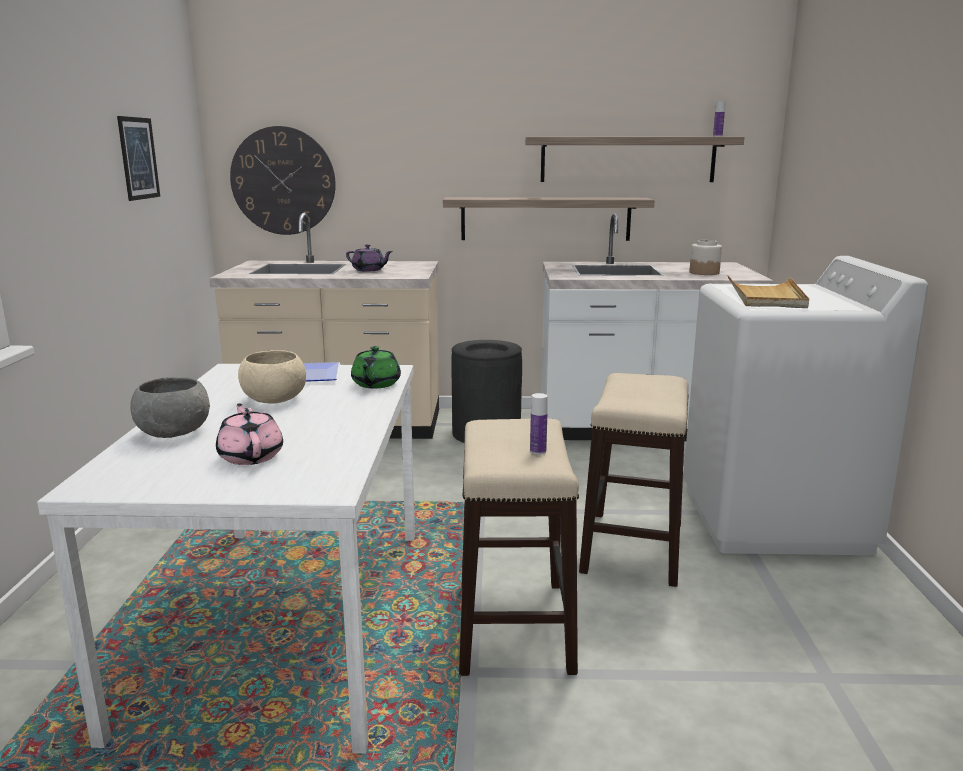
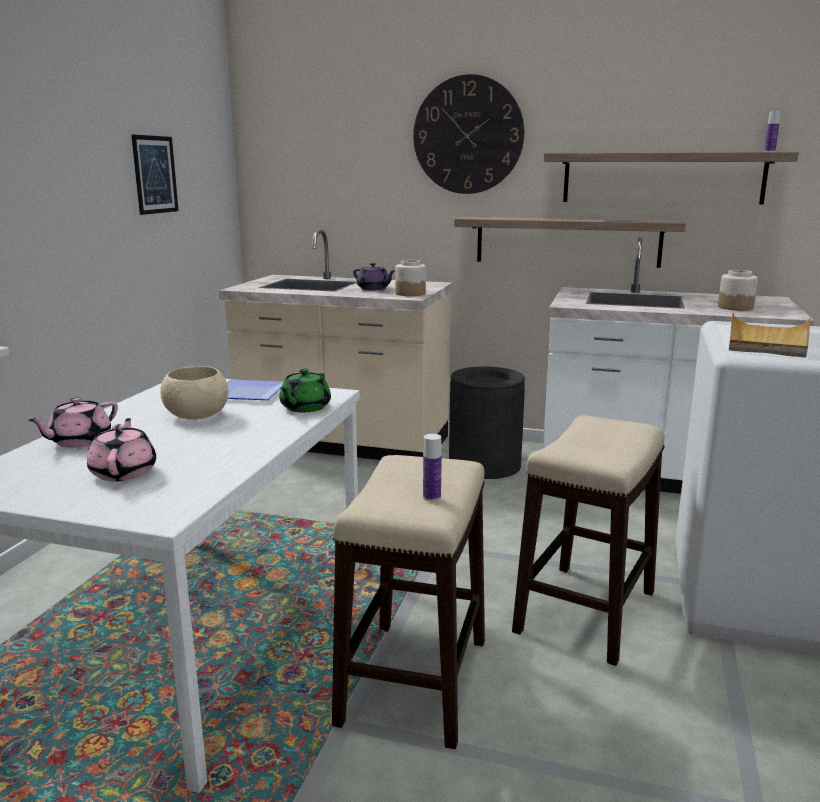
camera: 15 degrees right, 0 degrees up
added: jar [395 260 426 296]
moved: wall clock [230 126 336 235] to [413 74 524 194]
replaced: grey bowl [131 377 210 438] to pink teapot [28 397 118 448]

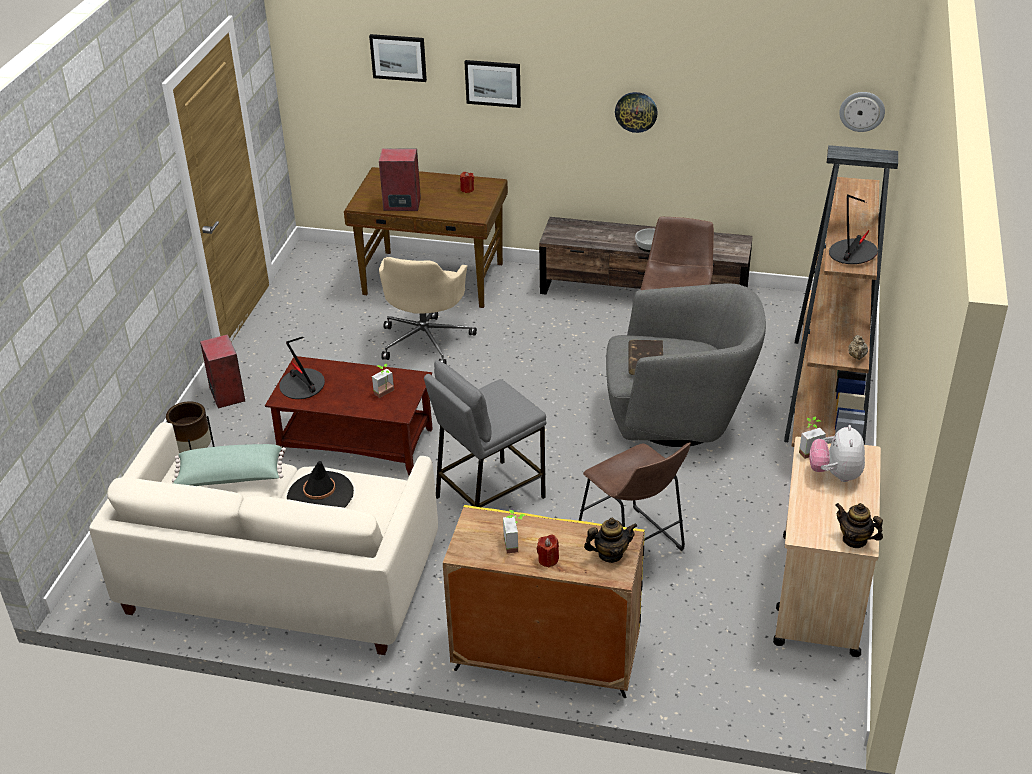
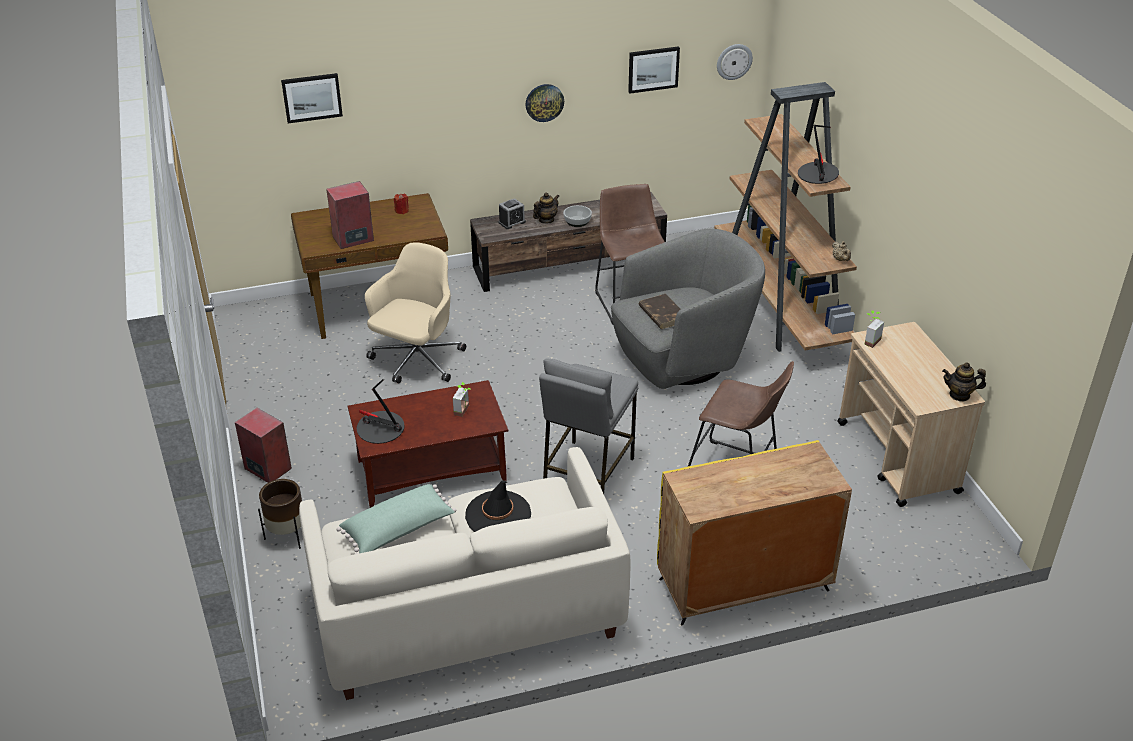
camera: 30 degrees left, 0 degrees up
removed: potted plant [503 510 525 553]; red candle [537 535 559 568]; plush toy [809 425 865 482]
added: alarm clock [498 198 526 229]
moved: picture [465 60 521 108] to [628 46 680 94]; teapot [584 518 637 563] to [533 192 559 224]
turned: beige office chair [379 257 477 364] = [365 243 466 384] 135 degrees counterclockwise

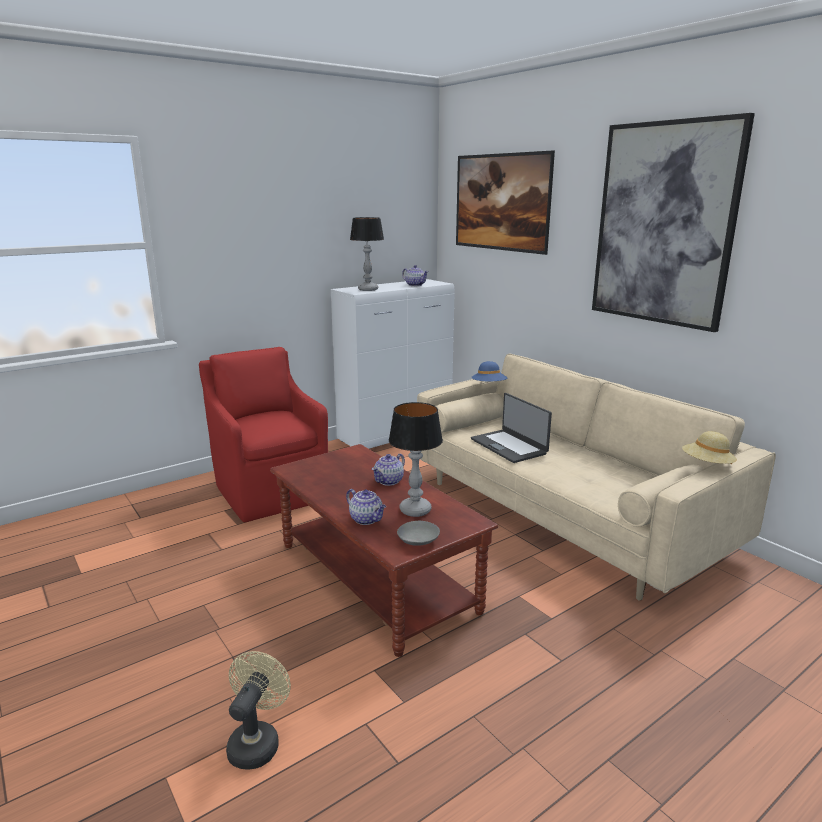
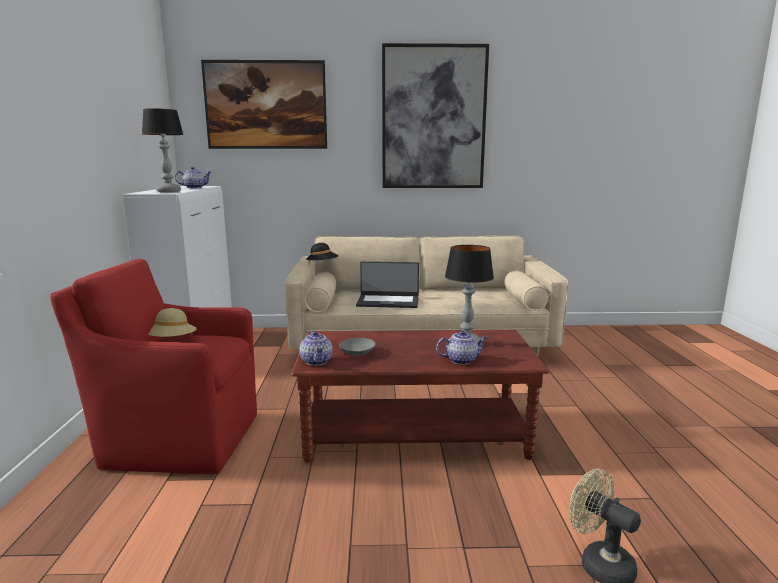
camera: 55 degrees left, 5 degrees down
moved: teapot [372 454 405 486] to [300 331 333 366]; grey bowl [397 521 440 546] to [339 338 376 356]; beige hat [682 431 737 464] to [148 308 197 337]
recoloured: blue hat [472 361 507 381] to black hat [306 243 339 264]

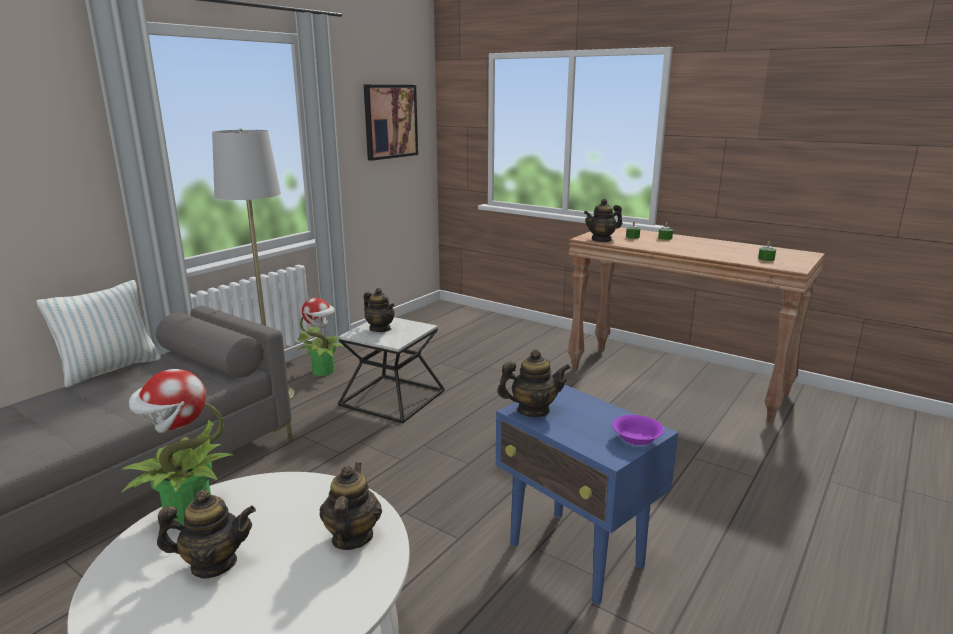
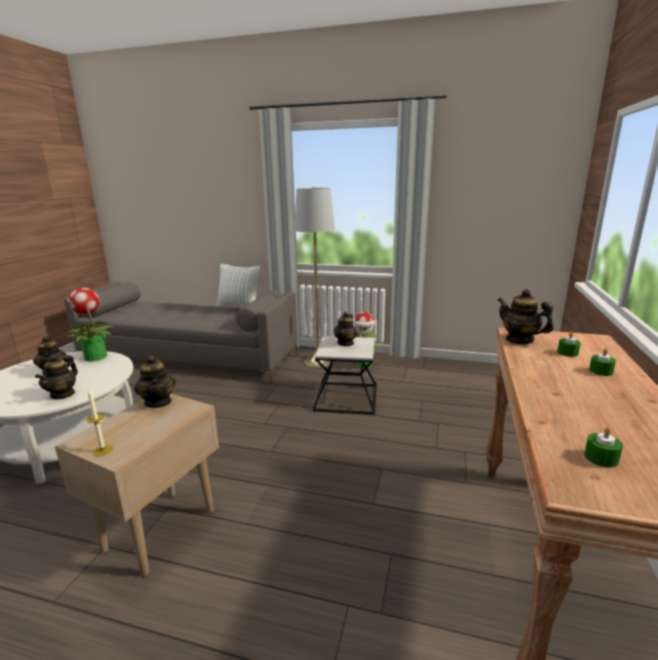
camera: 70 degrees right, 0 degrees up
removed: picture [364 85 418 161]
replaced: purple bowl [612 415 664 445] to candle [87 389 113 456]
recoloured: blue side table [496 384 678 604] to beige side table [55 394 219 576]
turned: teapot [320 462 382 550] = [35 355 78 399] 120 degrees clockwise

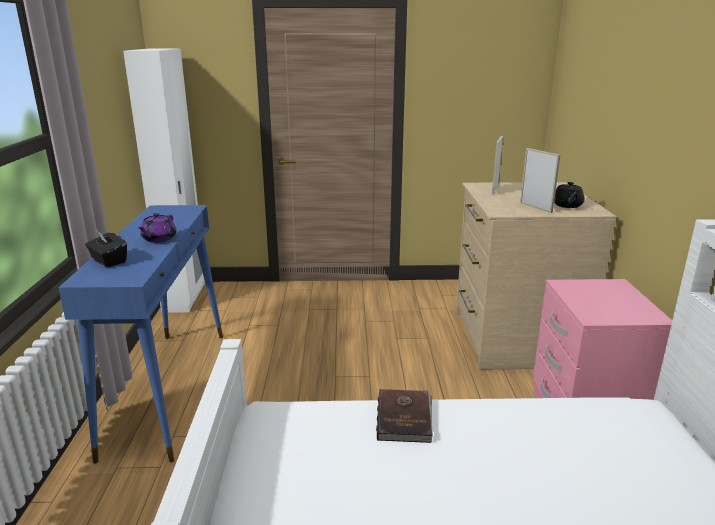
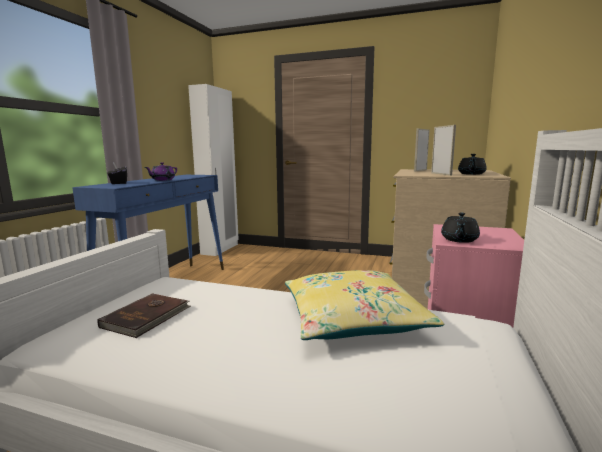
camera: 20 degrees right, 10 degrees down
added: yellow pillow [285 270 444 340]; black teapot [441 213 480 243]
moved: brown book [376 389 433 443] to [98 293 191 338]

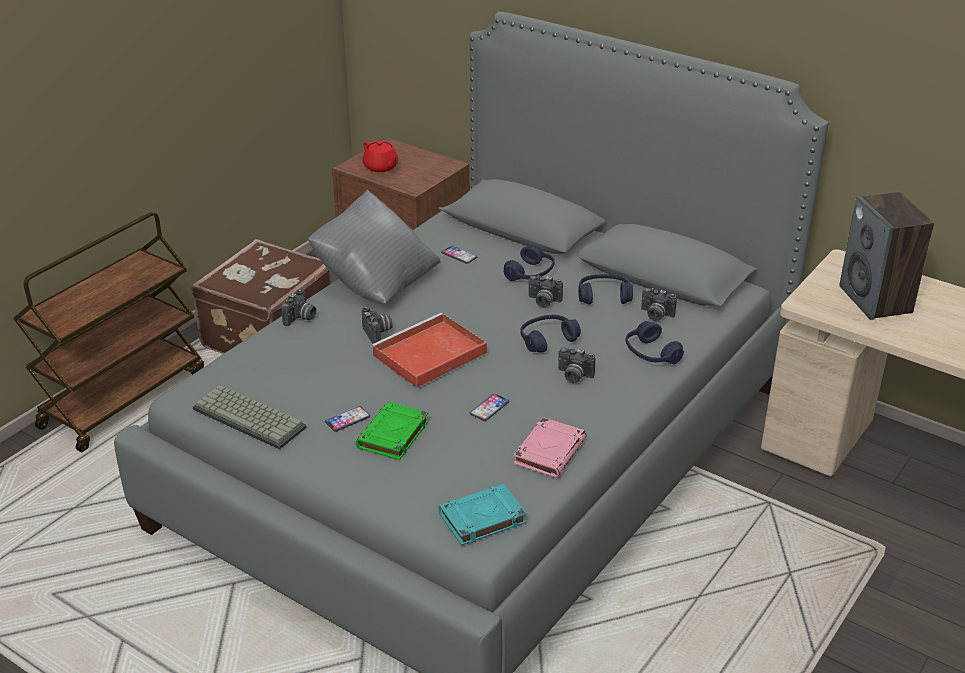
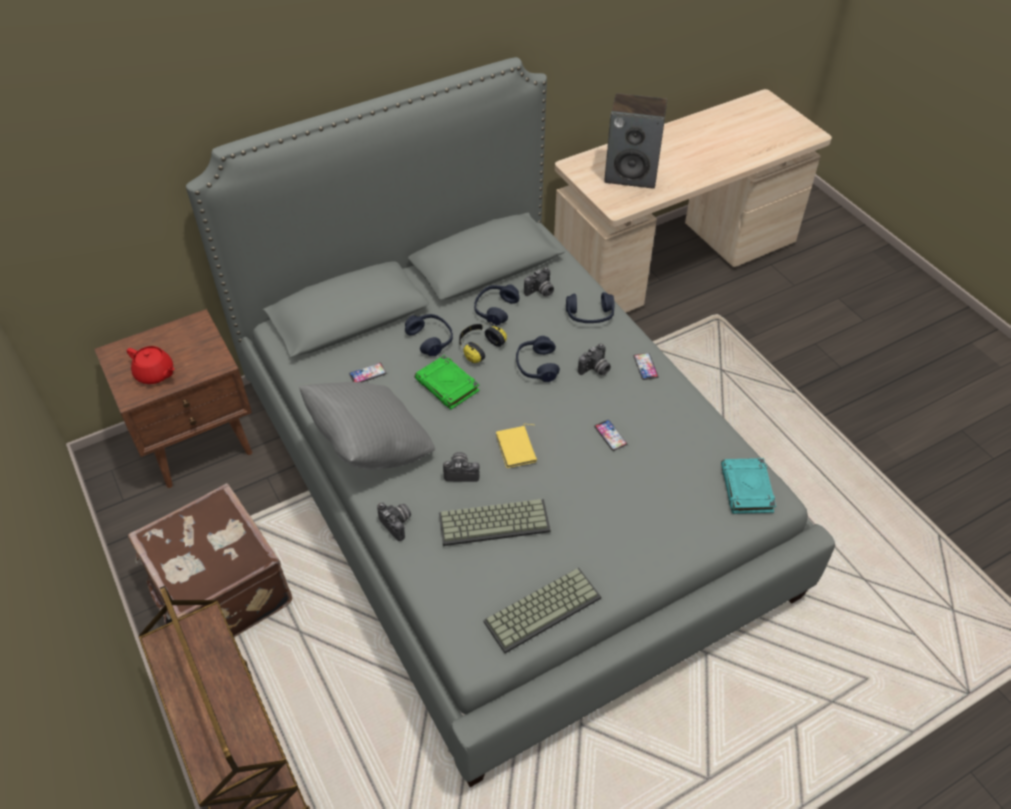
camera: 65 degrees left, 15 degrees up
removed: pink book [514 417 586 478]
added: keyboard [439 499 551 546]
moved: phone [325 406 370 432] to [633 353 659 380]; green book [356 402 429 460] to [415 355 480 410]
replaced: red tray [371 313 487 388] to yellow book [496 424 537 468]; photo camera [529 275 563 307] to headphones [459 323 507 363]
turned: red teapot [363 141 398 172] = [127 346 175 384] 45 degrees clockwise

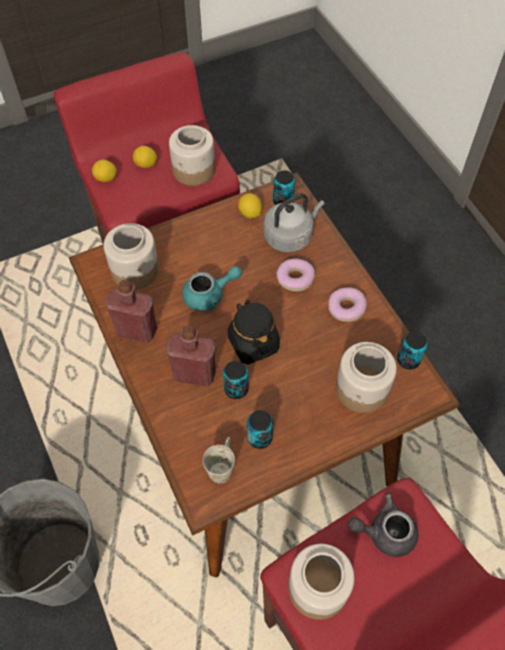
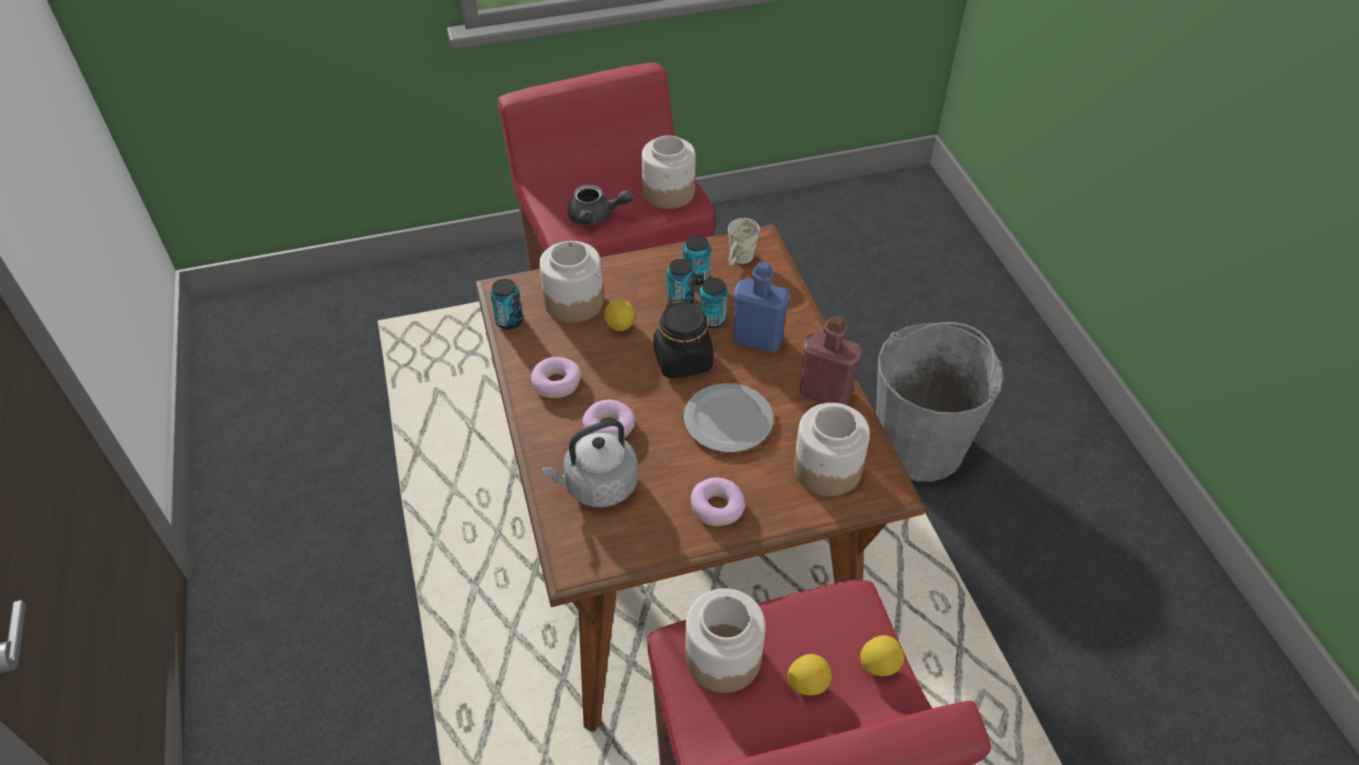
camera: 170 degrees left, 10 degrees down
added: donut [691 478 745 526]
moved: lemon [238 193 262 219] to [604 300 635 331]; can [273 170 295 205] to [667 259 695 304]
replaced: turquoise teapot [182 266 242 311] to plate [684 383 773 453]
recoloured: red bottle [166 326 216 387] to blue bottle [733 262 790 353]

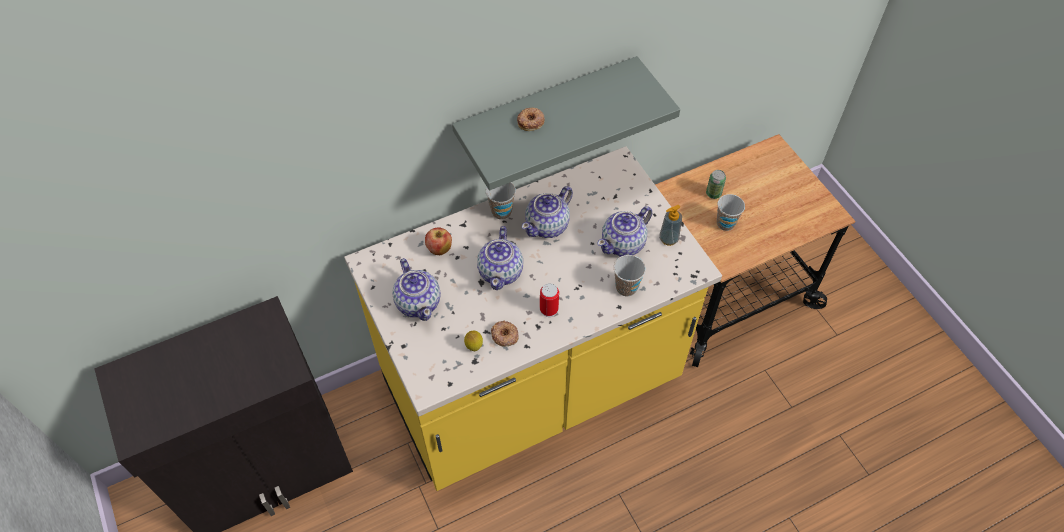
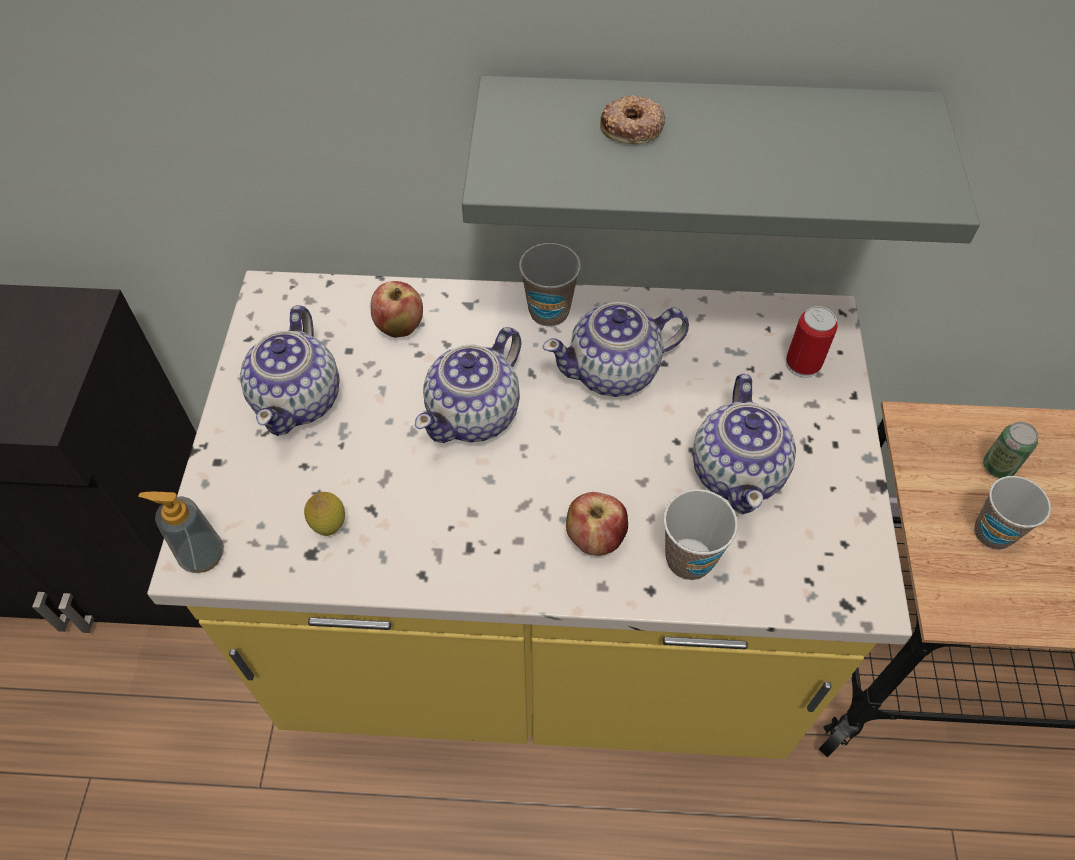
camera: 30 degrees right, 0 degrees up
removed: donut [491 321 519 347]
added: apple [566 492 628 556]
moved: can [540 283 559 317] to [786 306 838 378]; soap dispenser [659 205 682 246] to [138 492 224 573]
turned: teapot [597 206 652 257] = [692 374 796 514] 75 degrees counterclockwise

